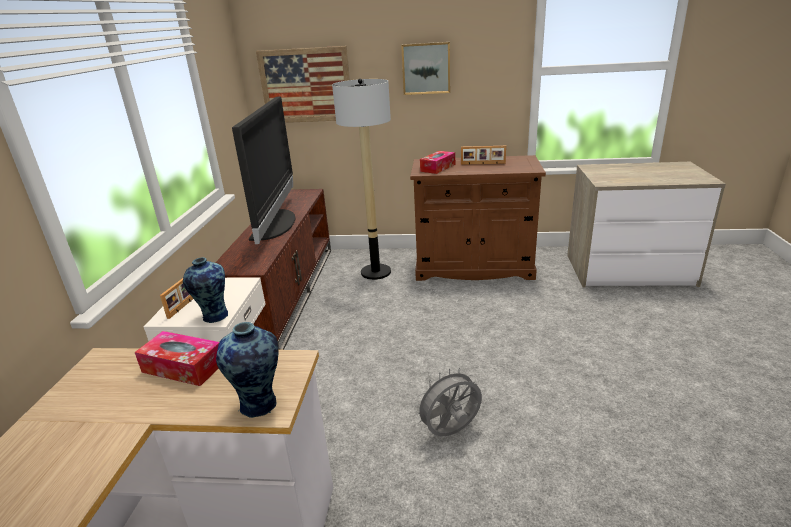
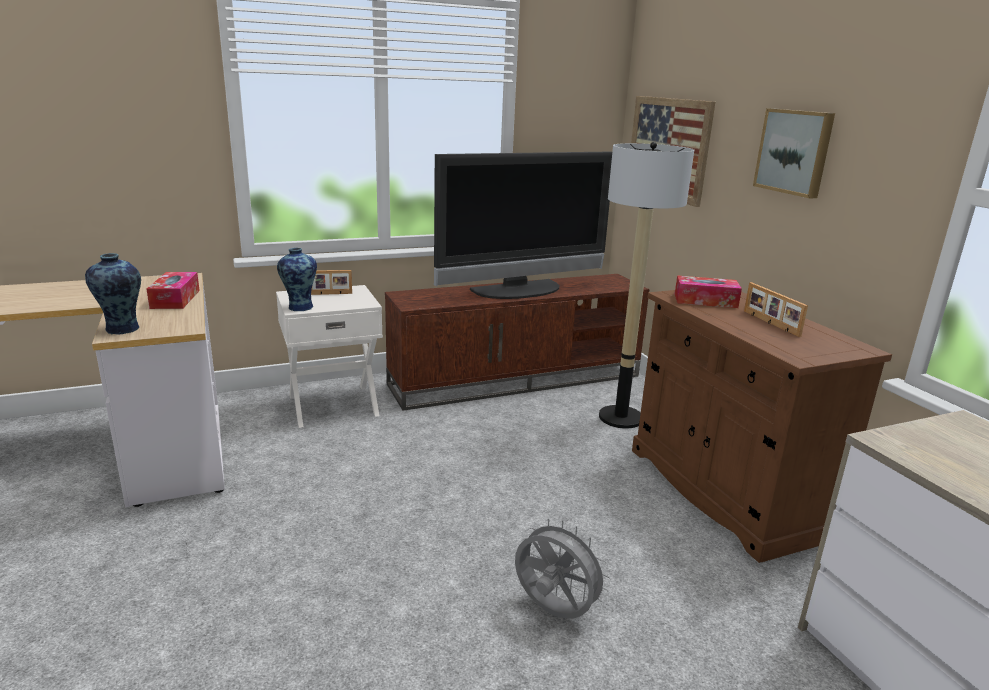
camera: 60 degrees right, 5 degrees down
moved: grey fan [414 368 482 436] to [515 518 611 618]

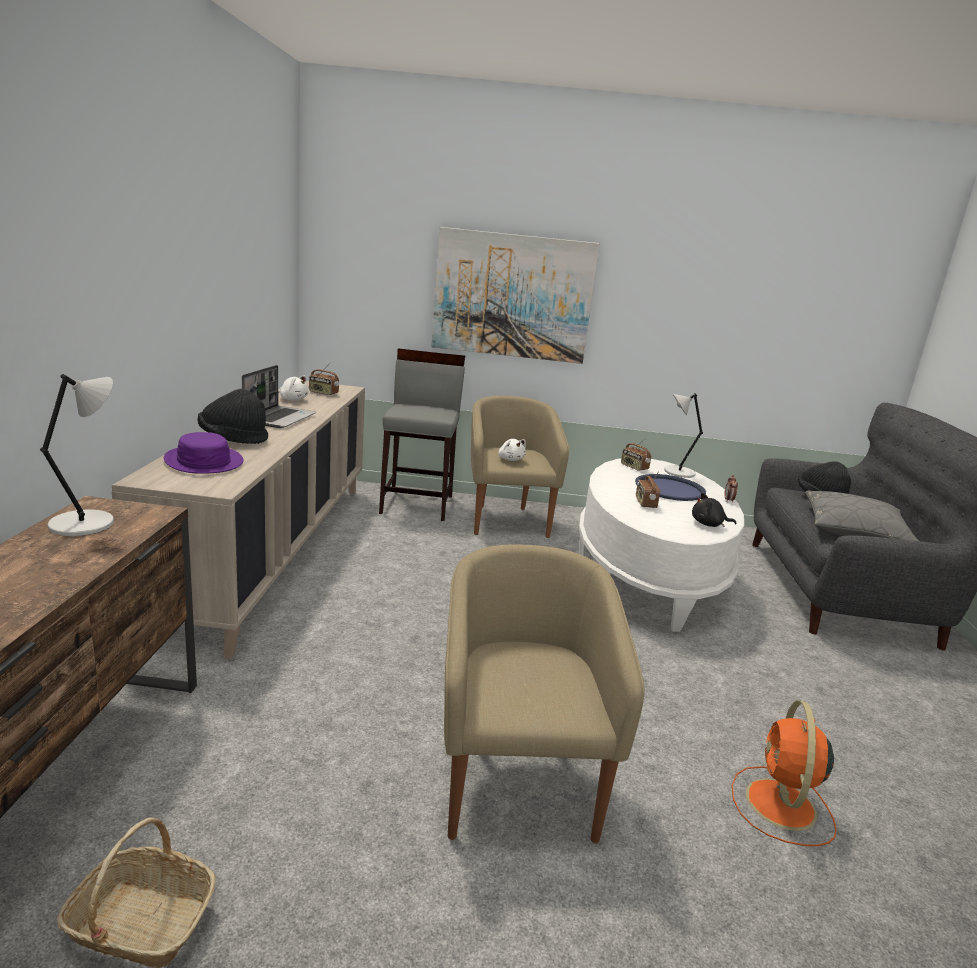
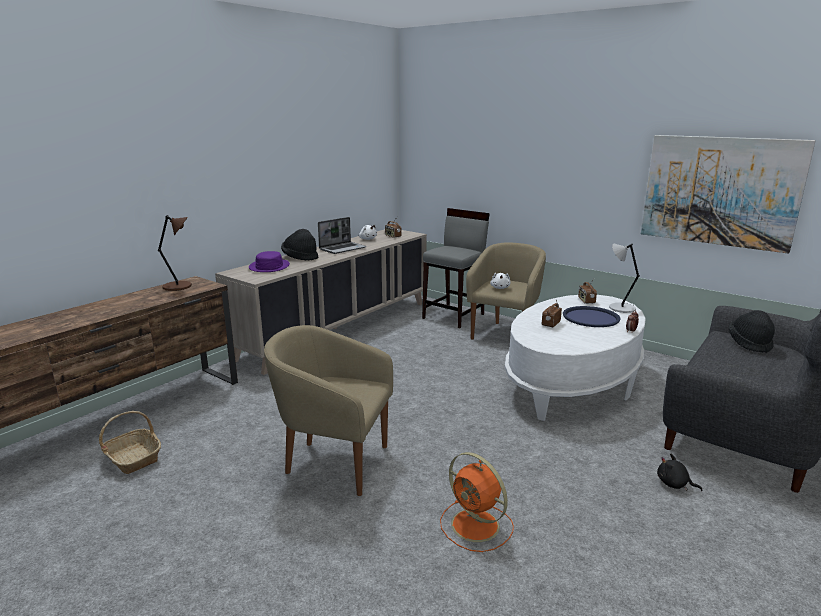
camera: 35 degrees right, 0 degrees up
removed: grey pillow [805 491 919 541]
moved: picture [431 227 600 364] to [641 135 816 254]; black plush toy [692 493 737 527] to [657 454 703 491]
recoloured: grey table lamp [40 374 114 536] to brown table lamp [158 215 192 291]
turned: beige armchair [444 545 644 843] = [264 325 393 496] 105 degrees counterclockwise; orange fan [732 700 837 846] = [440 452 514 552] 90 degrees counterclockwise

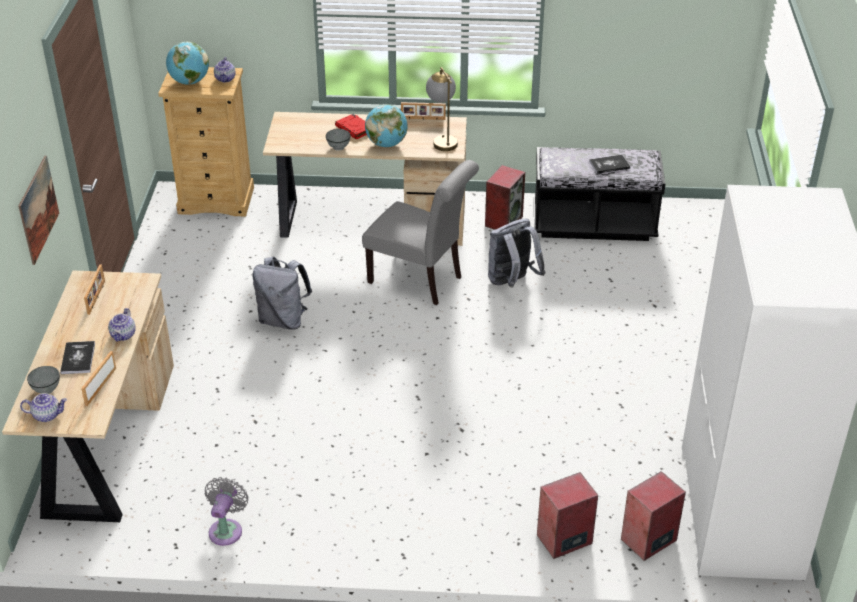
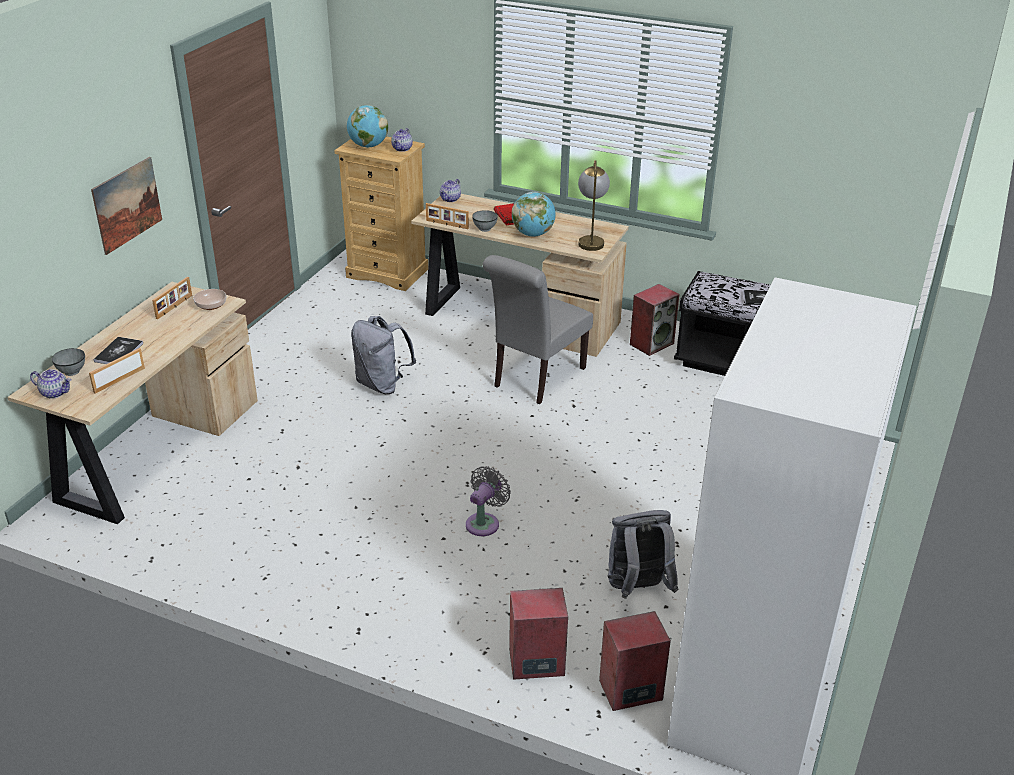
camera: 20 degrees right, 5 degrees down
added: bowl [193 289 226 310]
moved: teapot [108 308 136 342] to [440 179 461 202]; grey fan [205 477 248 546] to [466 466 511 536]; picture frame [401 102 446 120] to [426 203 469 229]; grey backpack [488 219 545 288] to [608 510 679 599]
turned: grey chair [362 160 479 305] = [483 255 593 404] 75 degrees clockwise

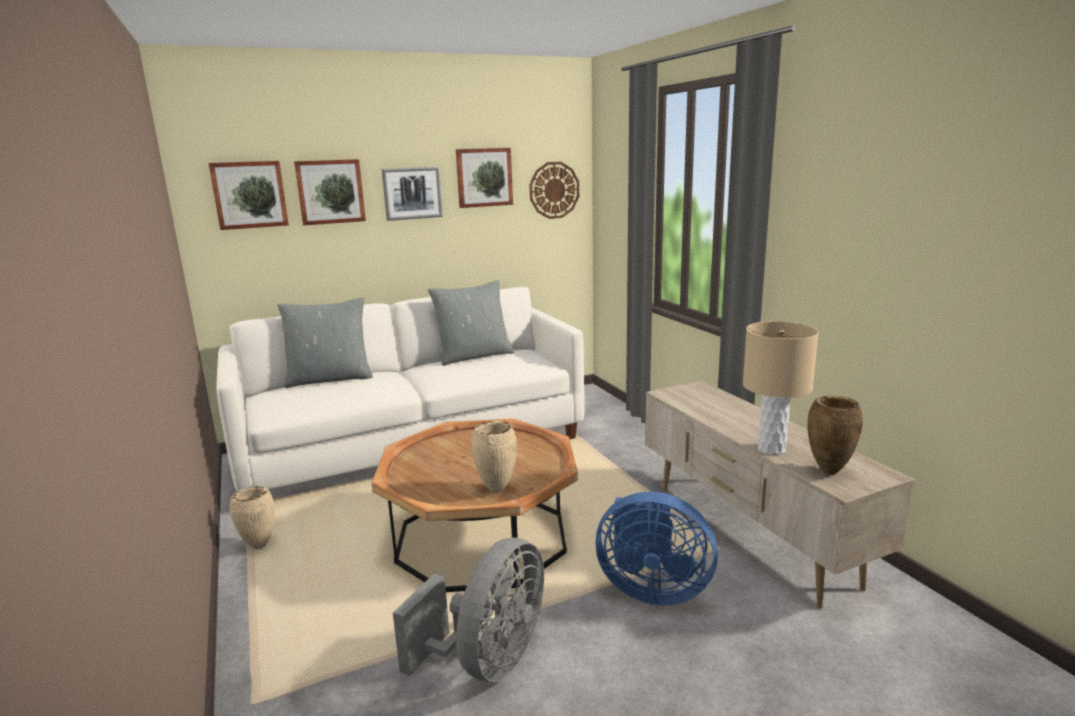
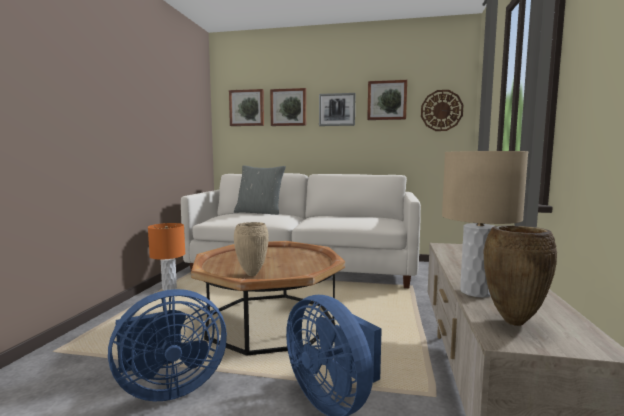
camera: 35 degrees right, 10 degrees down
removed: grey pillow [428 280 514 366]
replaced: beige vase [230 486 274 549] to orange table lamp [148 223 185 290]
recoloured: grey fan [393 537 544 682] to blue fan [108 289 227 401]

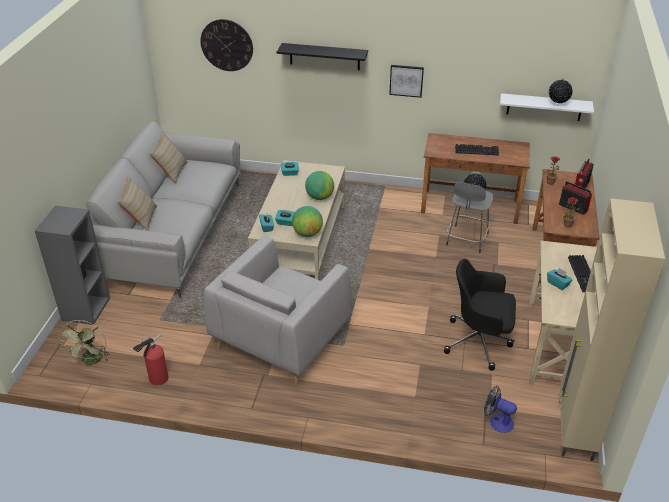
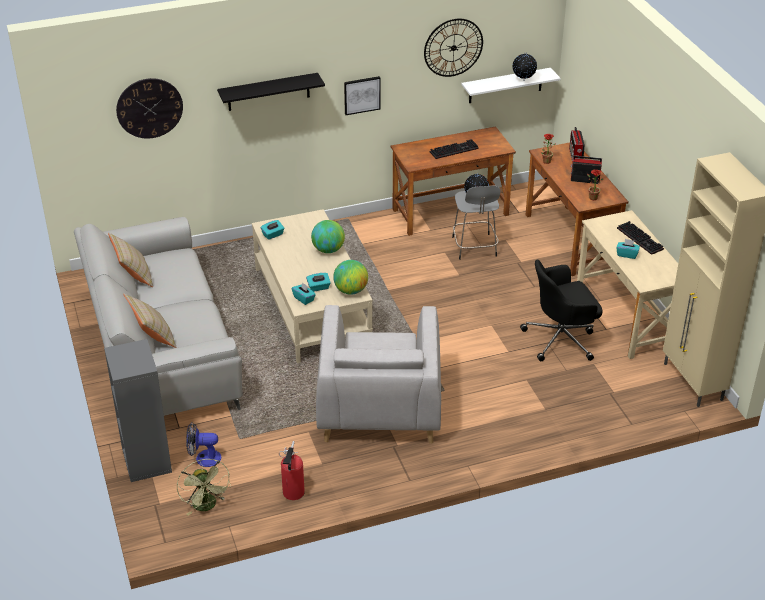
camera: 30 degrees left, 0 degrees up
added: wall clock [424 19 483 77]
moved: fan [484 386 517 433] to [186 422 221 467]

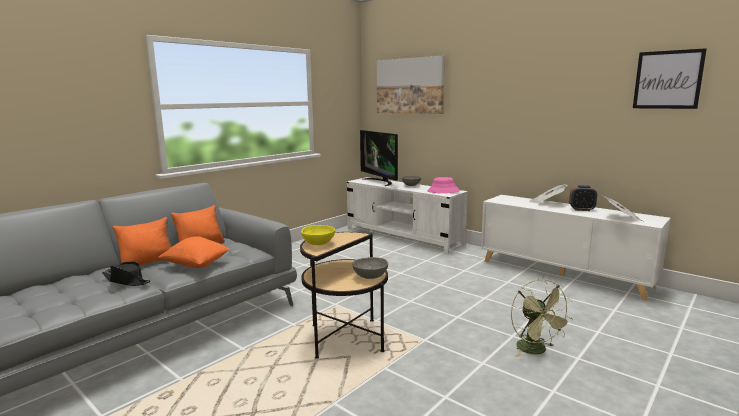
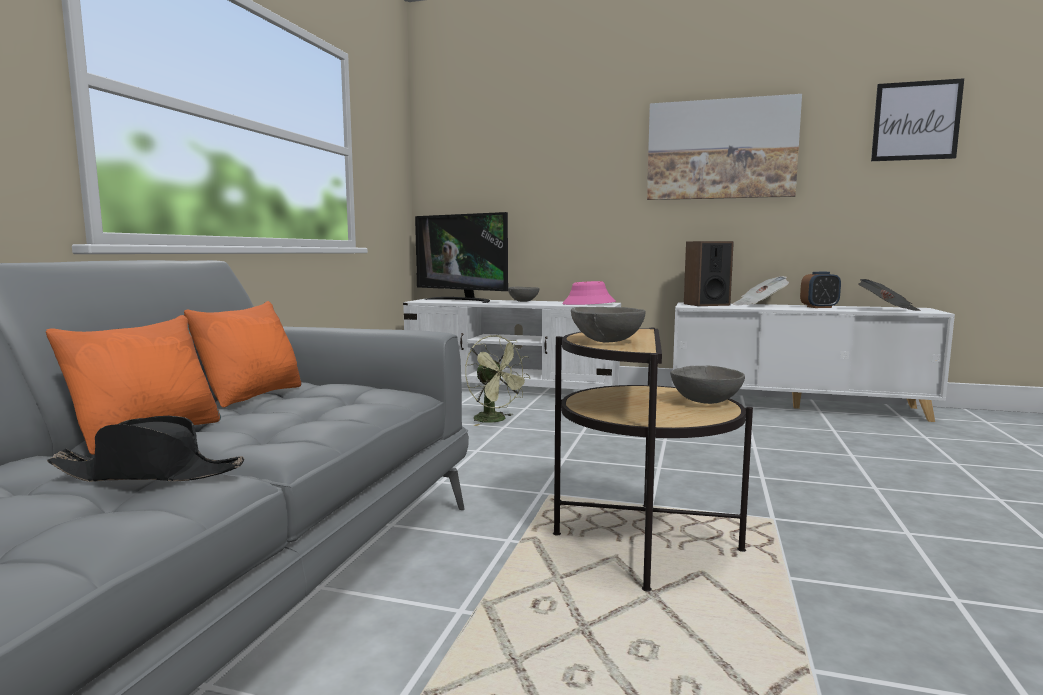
camera: 25 degrees left, 5 degrees down
removed: orange pillow [158 236 229 268]
added: speaker [684 241 734 306]
moved: picture [377 56 445 114] to [647 94 802 200]; green fan [511 279 573 357] to [465 335 530 426]
recoloured: yellow bowl [301 225 335 245] to grey bowl [571 307 646 343]

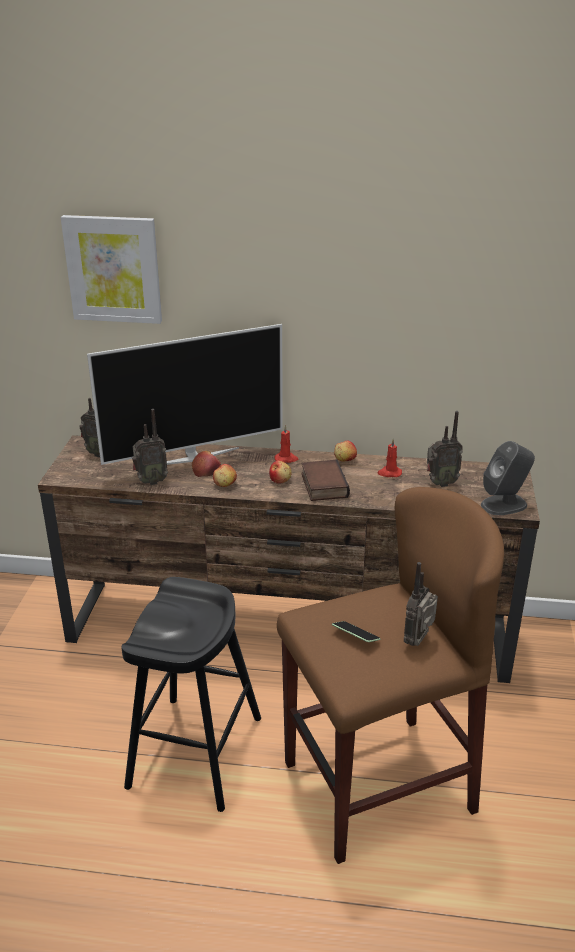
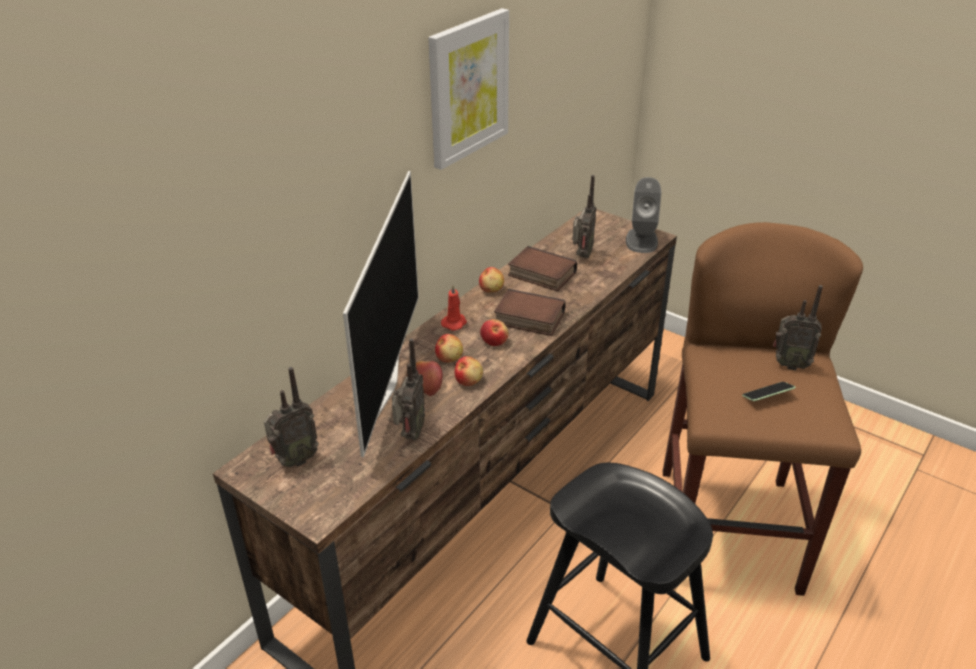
camera: 60 degrees left, 5 degrees up
added: apple [435 334 463 363]
moved: picture [61 215 162 324] to [428 8 509 170]
replaced: red candle [377 439 402 477] to book [508 246 577 291]
turned: radio [404 562 438 646] = [773 285 823 370] 45 degrees counterclockwise

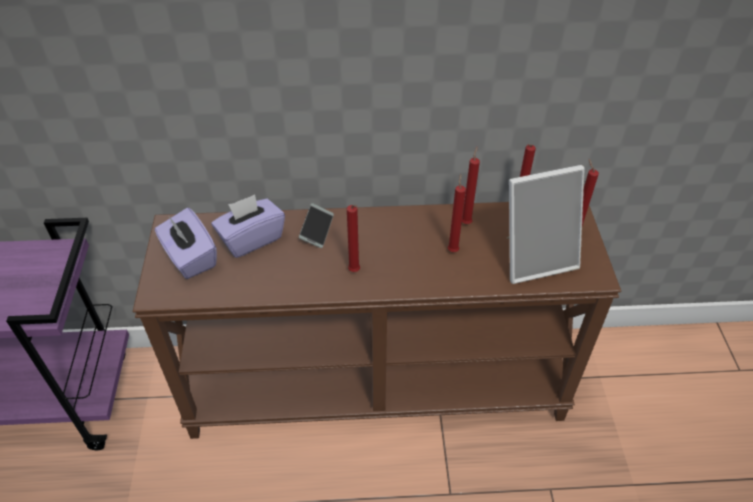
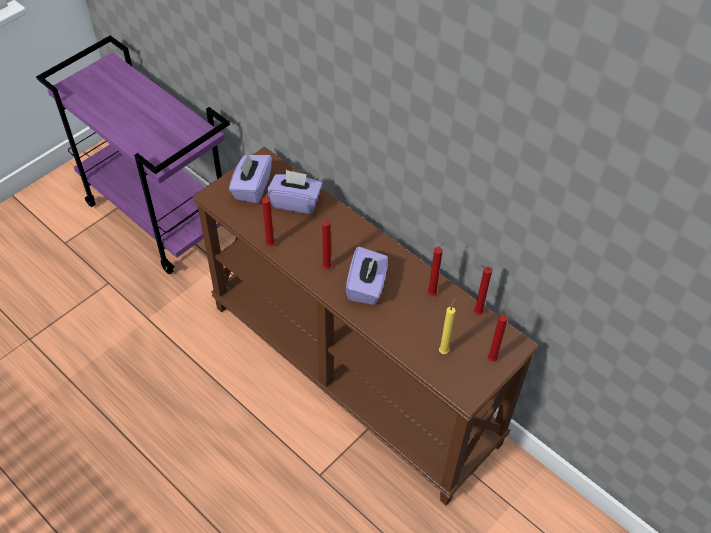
camera: 45 degrees right, 5 degrees up
removed: phone [299 203 334 248]
added: purple tissue box [346 246 388 305]
moved: red candle [448 174 466 252] to [262 190 275 246]
replaced: picture frame [507 165 585 284] to yellow candle [439 298 456 354]

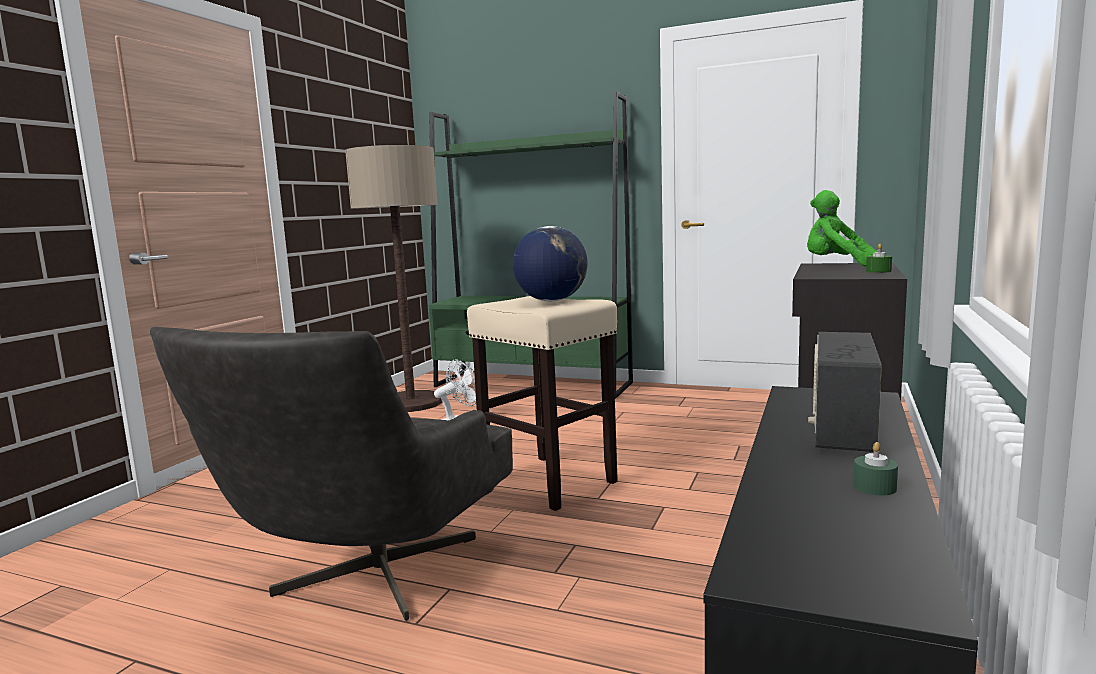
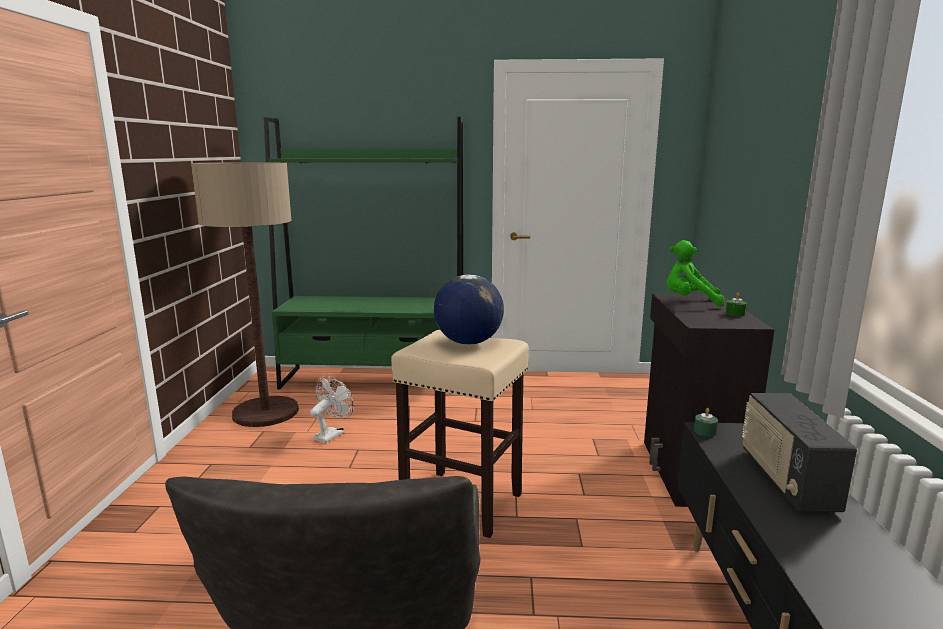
camera: 20 degrees left, 5 degrees up
moved: green candle [853 442 898 496] to [694 408 718 437]

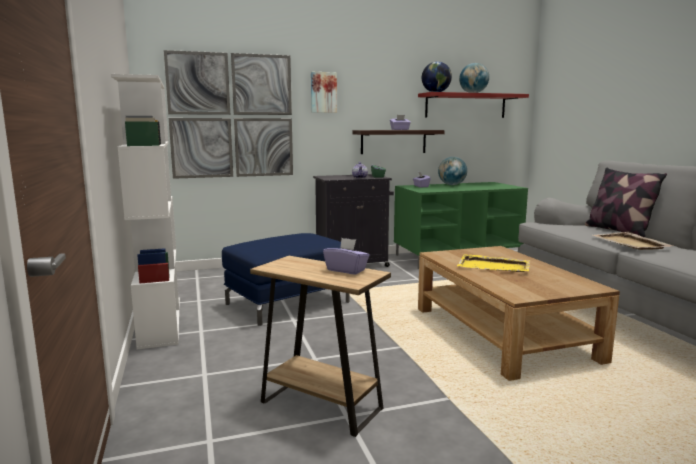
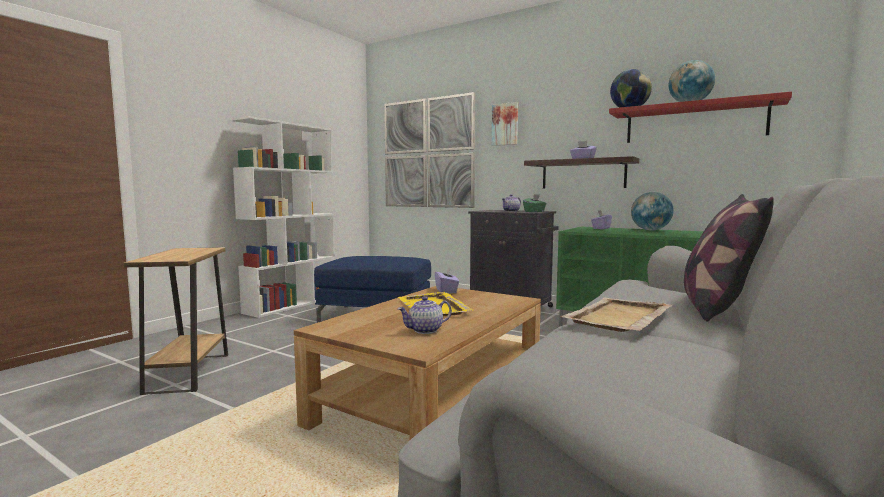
camera: 50 degrees right, 5 degrees down
added: teapot [398 297 452 334]
moved: purple tissue box [323 238 370 274] to [435 267 459 293]

